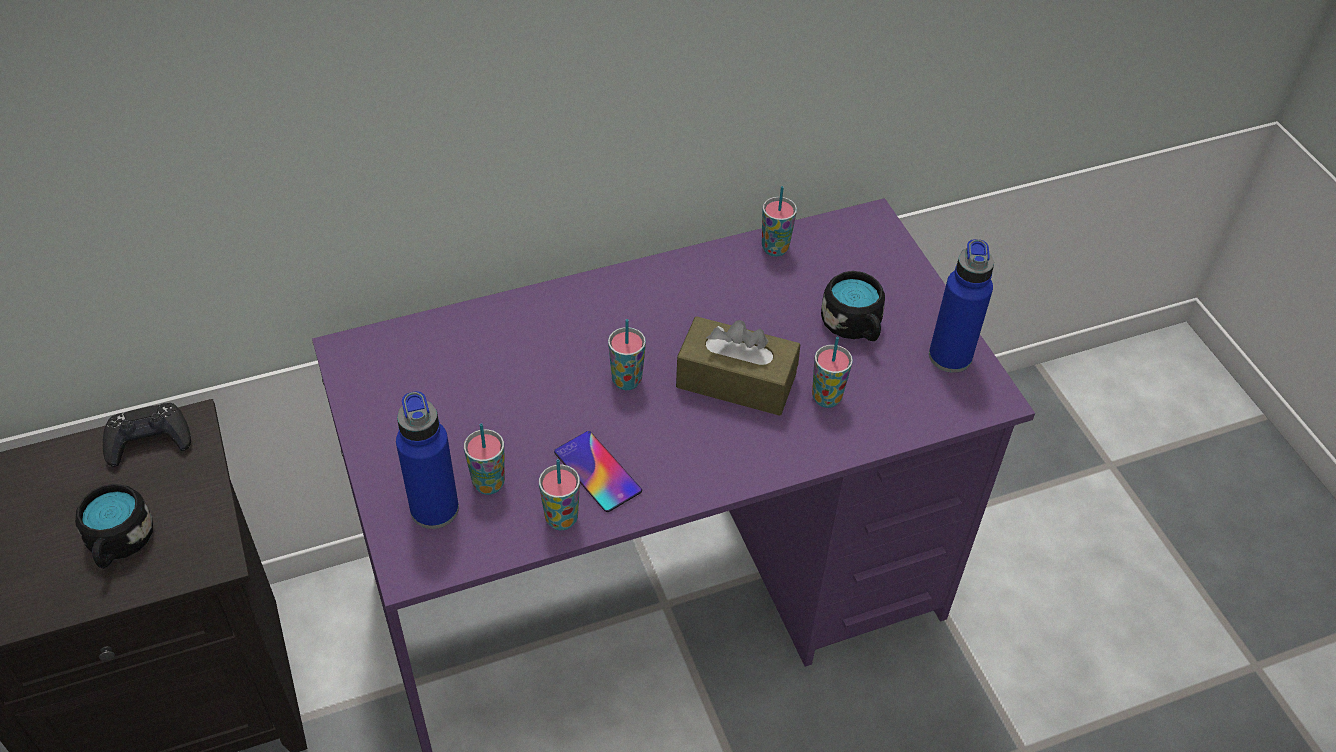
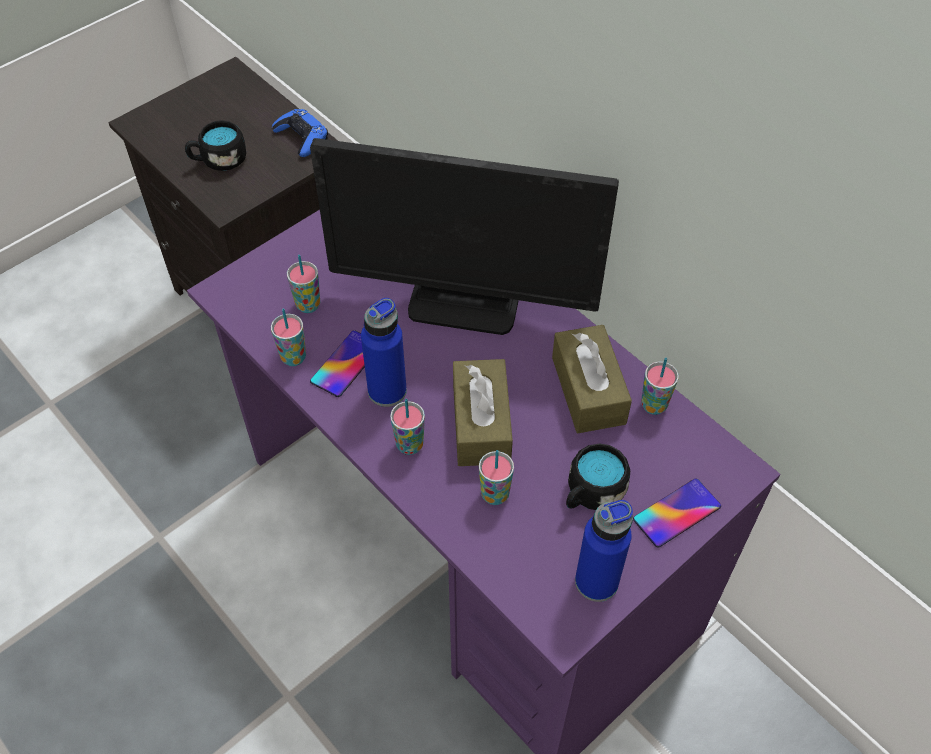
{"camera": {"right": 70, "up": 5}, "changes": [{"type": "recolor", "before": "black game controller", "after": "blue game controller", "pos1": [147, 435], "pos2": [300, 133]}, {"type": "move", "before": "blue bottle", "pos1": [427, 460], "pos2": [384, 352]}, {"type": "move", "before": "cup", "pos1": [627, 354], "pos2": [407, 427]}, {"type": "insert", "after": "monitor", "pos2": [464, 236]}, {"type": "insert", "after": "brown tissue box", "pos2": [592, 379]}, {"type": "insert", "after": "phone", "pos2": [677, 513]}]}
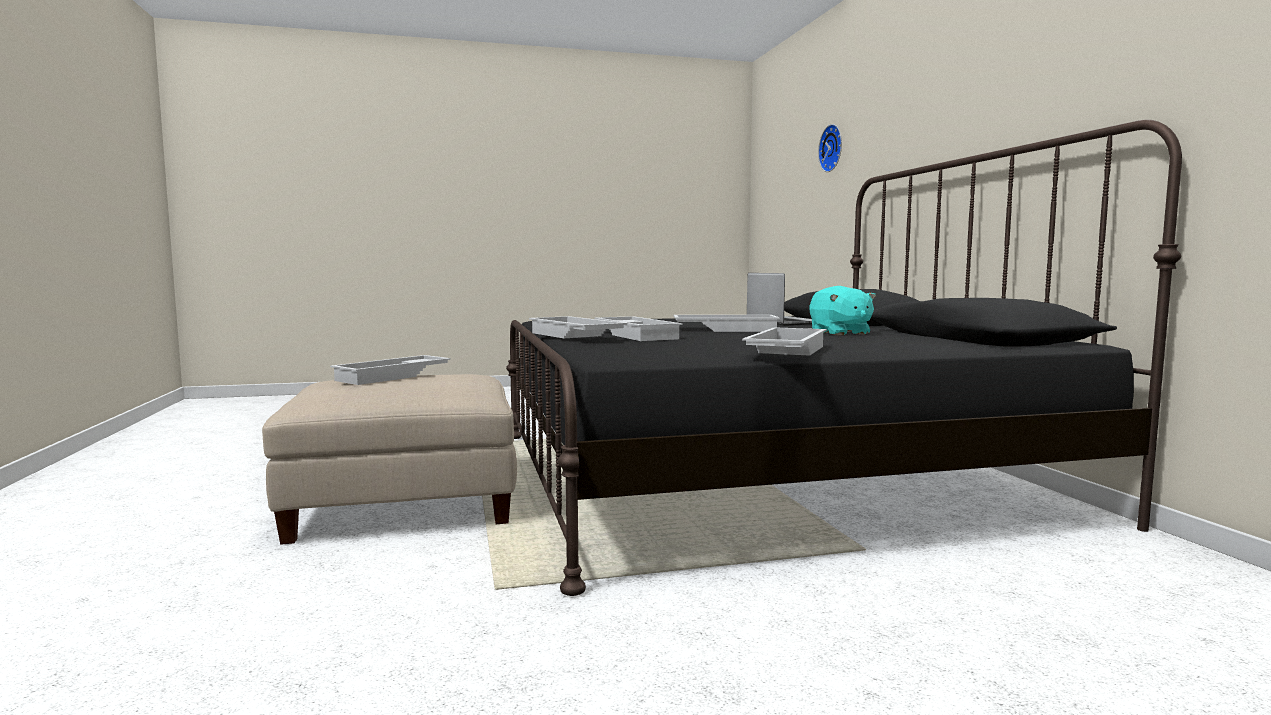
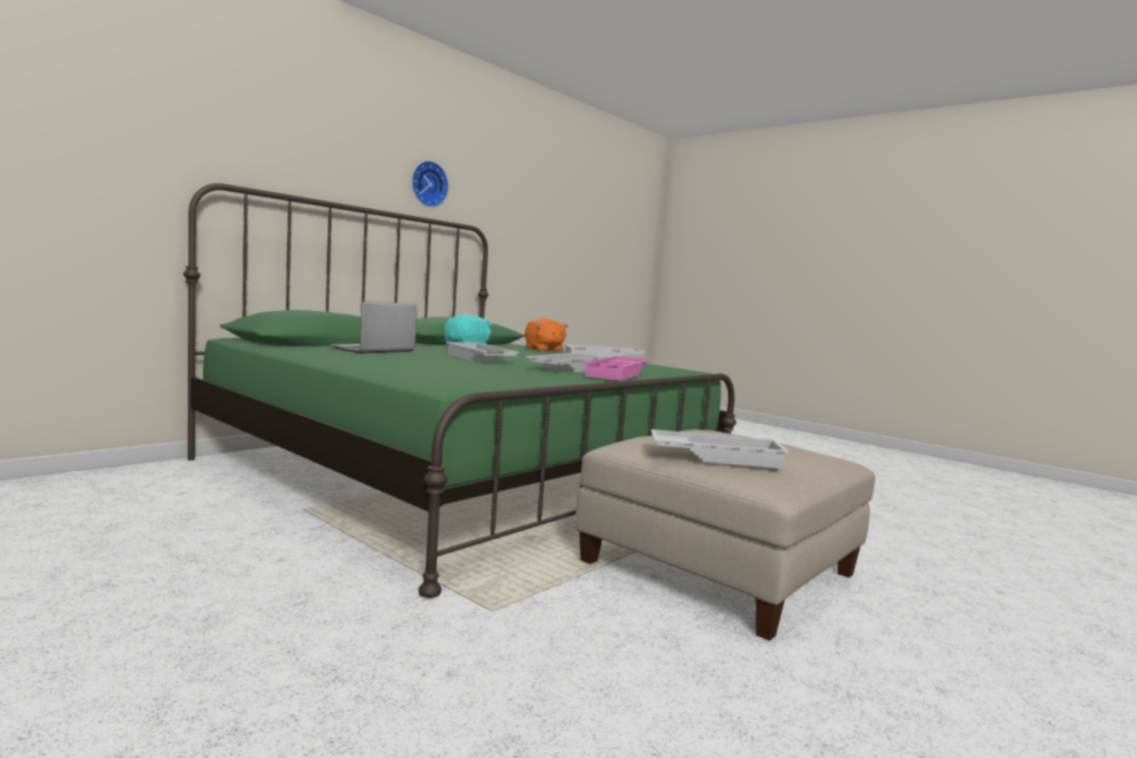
{"camera": {"right": -125, "up": 0}, "changes": [{"type": "recolor", "before": "black bed", "after": "green bed", "pos1": [844, 358], "pos2": [459, 390]}, {"type": "recolor", "before": "white tray", "after": "pink tray", "pos1": [578, 327], "pos2": [617, 368]}, {"type": "move", "before": "wall clock", "pos1": [830, 148], "pos2": [430, 184]}, {"type": "insert", "after": "orange plush toy", "pos2": [546, 335]}]}
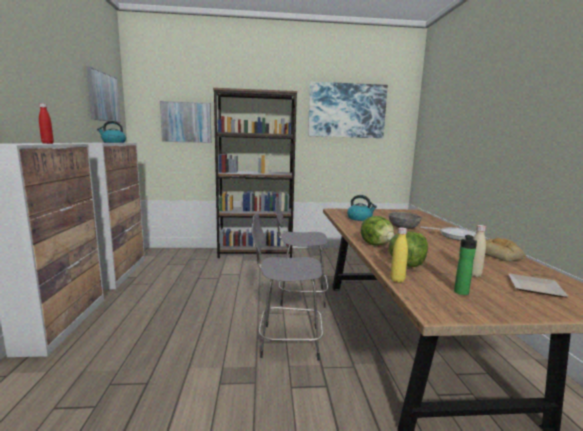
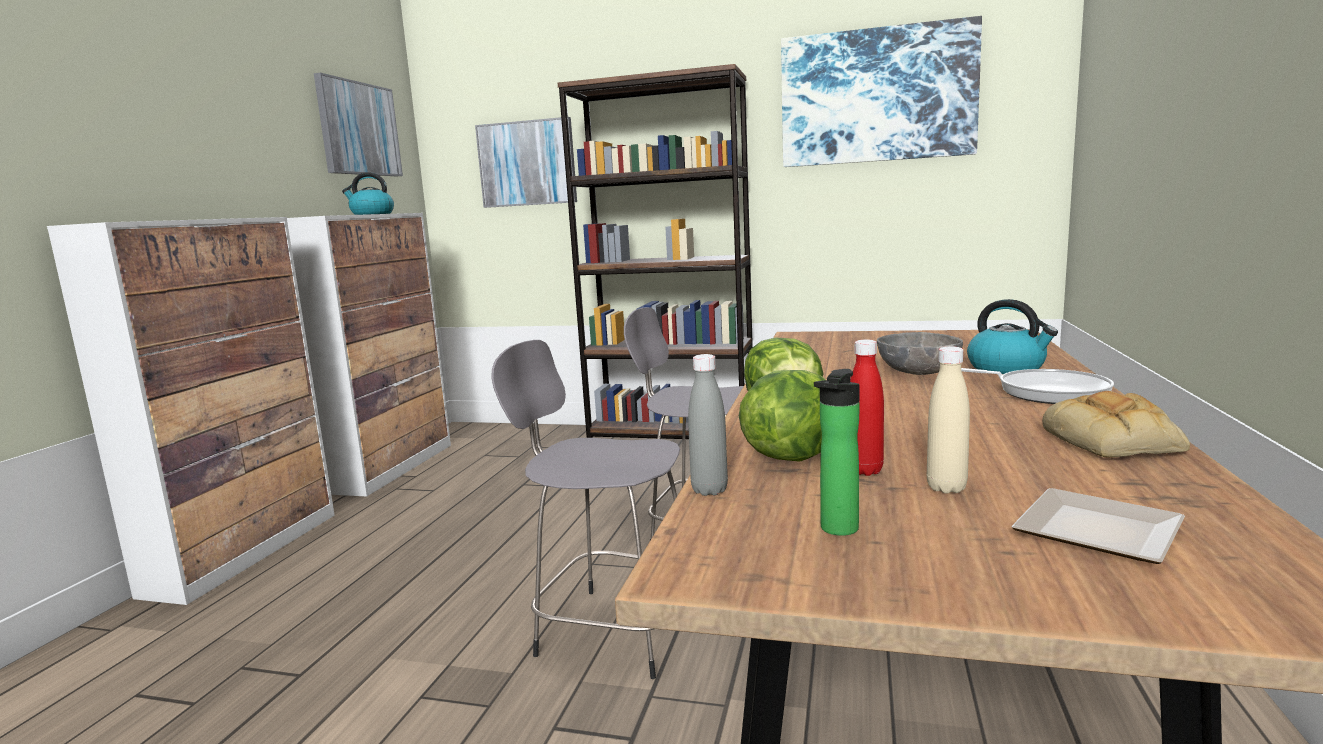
{"camera": {"right": 20, "up": 0}, "changes": [{"type": "move", "before": "red bottle", "pos1": [46, 123], "pos2": [867, 407]}, {"type": "move", "before": "kettle", "pos1": [362, 208], "pos2": [1012, 336]}, {"type": "recolor", "before": "yellow bottle", "after": "grey bottle", "pos1": [399, 255], "pos2": [708, 425]}]}
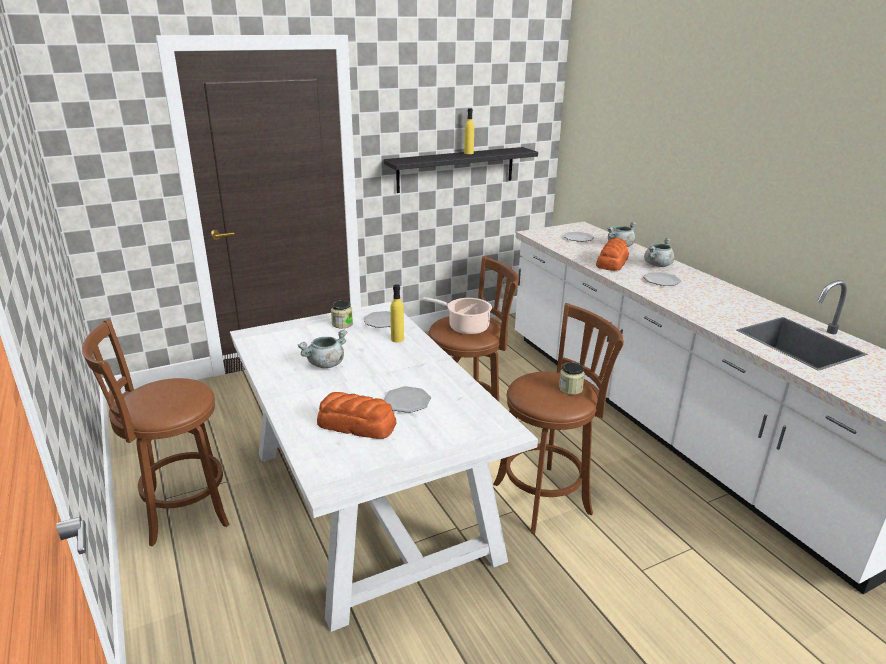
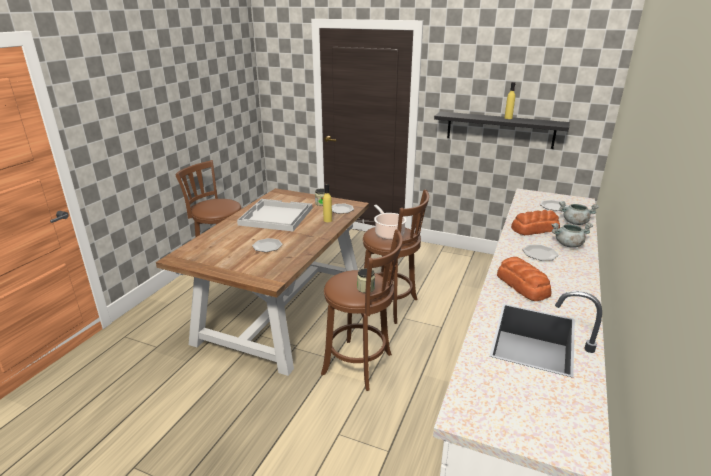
{"camera": {"right": 50, "up": 0}, "changes": [{"type": "recolor", "before": "white dining table", "after": "brown dining table", "pos1": [384, 467], "pos2": [262, 282]}, {"type": "replace", "before": "grey cooking pot", "after": "white tray", "pos1": [323, 349], "pos2": [274, 215]}, {"type": "move", "before": "bread", "pos1": [357, 415], "pos2": [524, 279]}]}
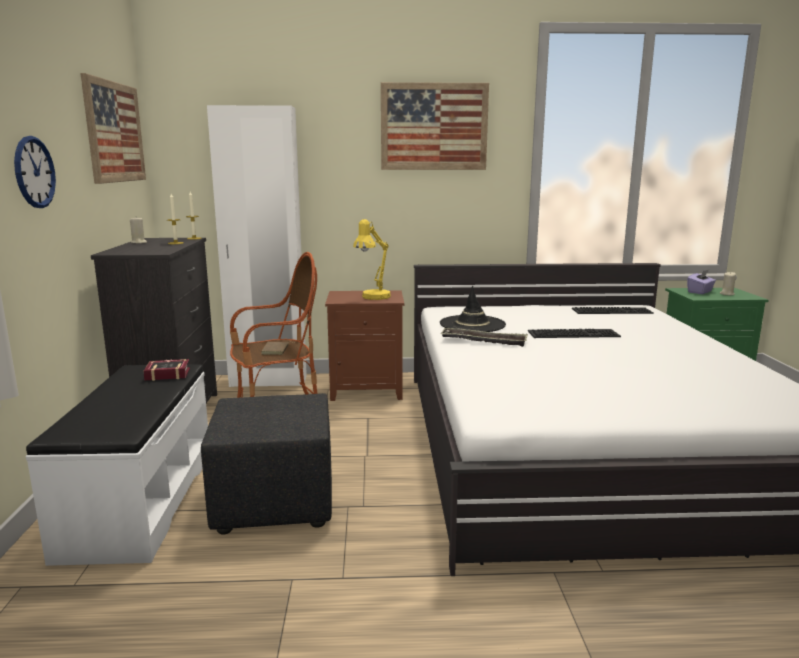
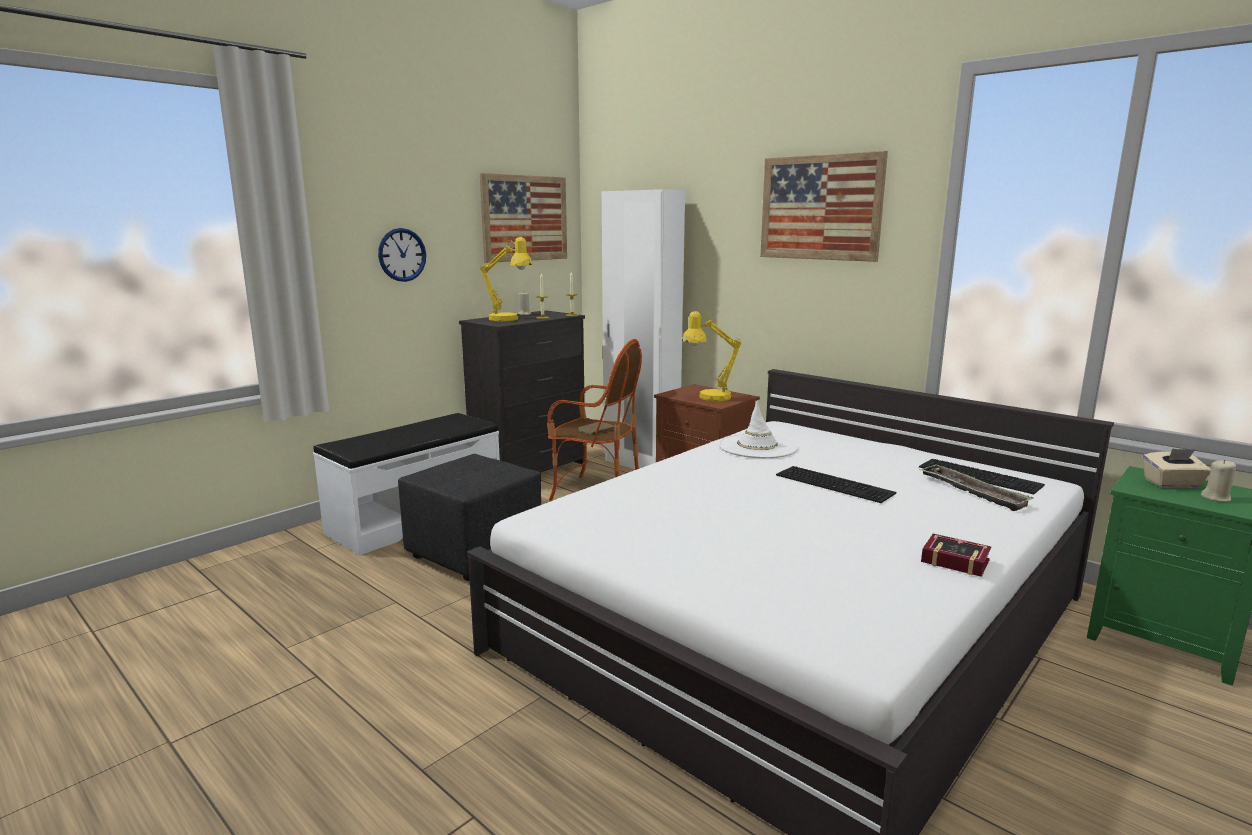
{"camera": {"right": 45, "up": 0}, "changes": [{"type": "move", "before": "book", "pos1": [166, 370], "pos2": [956, 555]}, {"type": "recolor", "before": "black hat", "after": "white hat", "pos1": [473, 308], "pos2": [758, 429]}, {"type": "move", "before": "tray", "pos1": [484, 337], "pos2": [977, 487]}, {"type": "recolor", "before": "purple tissue box", "after": "beige tissue box", "pos1": [701, 282], "pos2": [1177, 468]}, {"type": "insert", "after": "yellow table lamp", "pos2": [506, 279]}]}
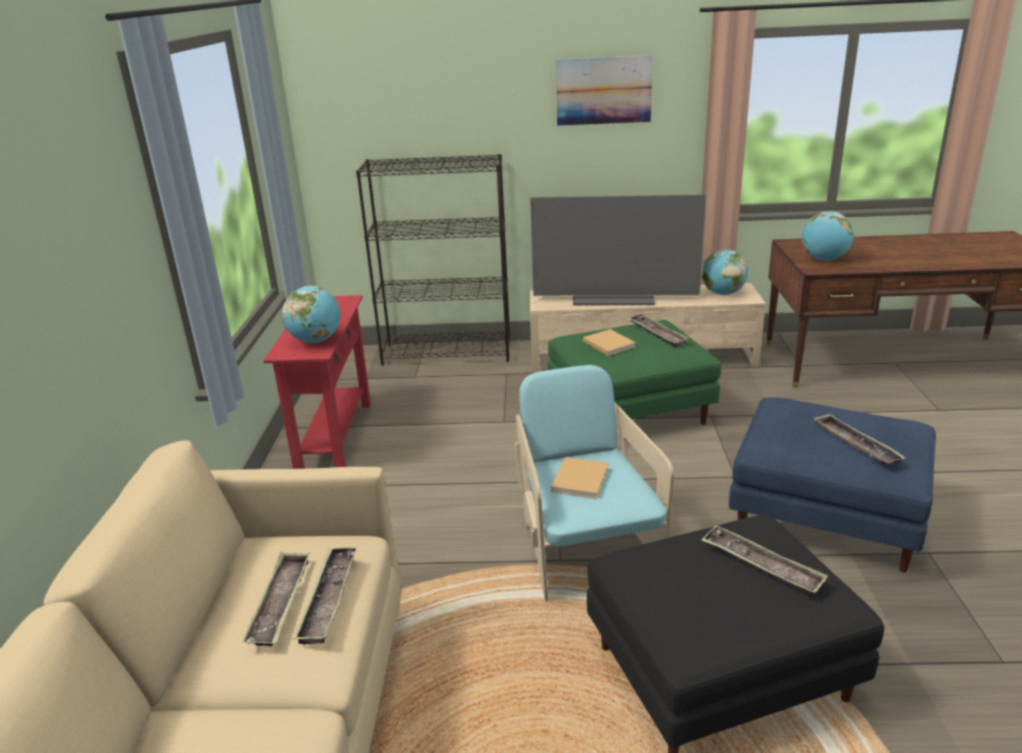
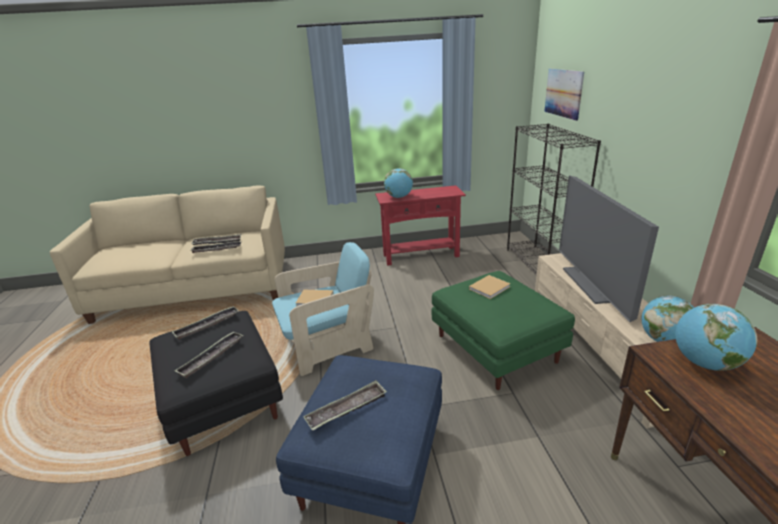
{"camera": {"right": 80, "up": 0}, "changes": [{"type": "move", "before": "picture", "pos1": [604, 90], "pos2": [564, 95]}, {"type": "move", "before": "tray", "pos1": [658, 330], "pos2": [205, 323]}]}
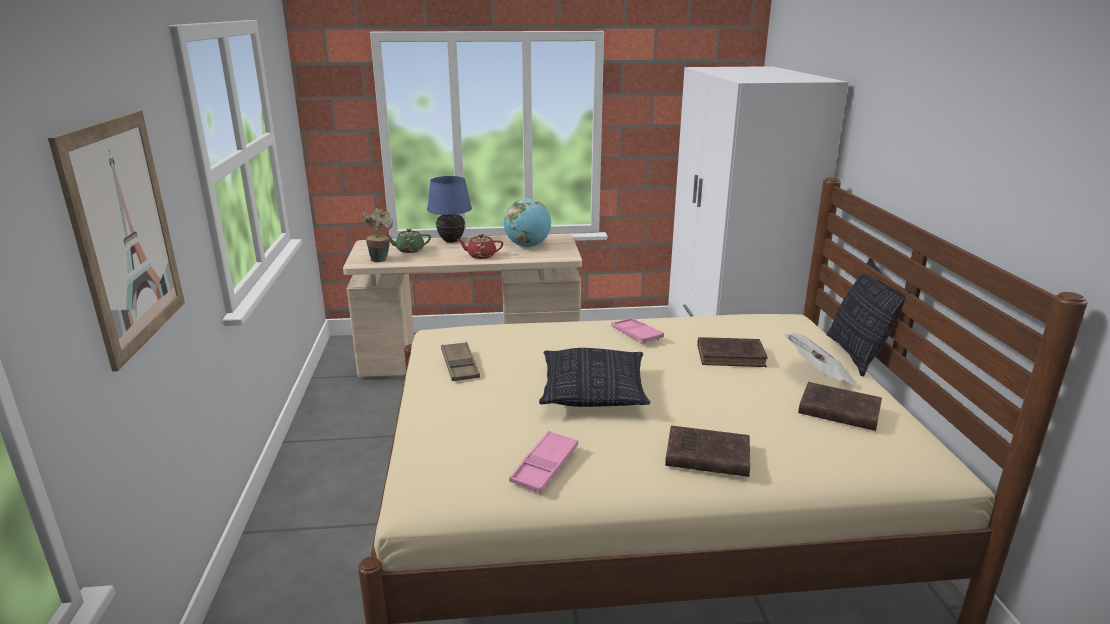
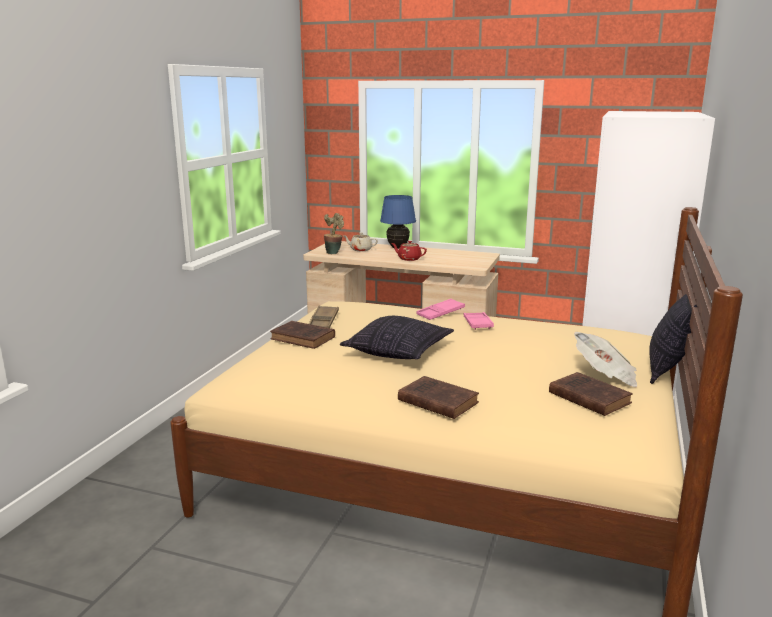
{"camera": {"right": 25, "up": -5}, "changes": [{"type": "delete", "before": "picture", "pos1": [116, 240]}, {"type": "recolor", "before": "green teapot", "after": "beige teapot", "pos1": [408, 241], "pos2": [360, 241]}, {"type": "delete", "before": "globe", "pos1": [527, 223]}, {"type": "move", "before": "pink tray", "pos1": [543, 461], "pos2": [440, 309]}, {"type": "move", "before": "brown book", "pos1": [732, 352], "pos2": [302, 335]}]}
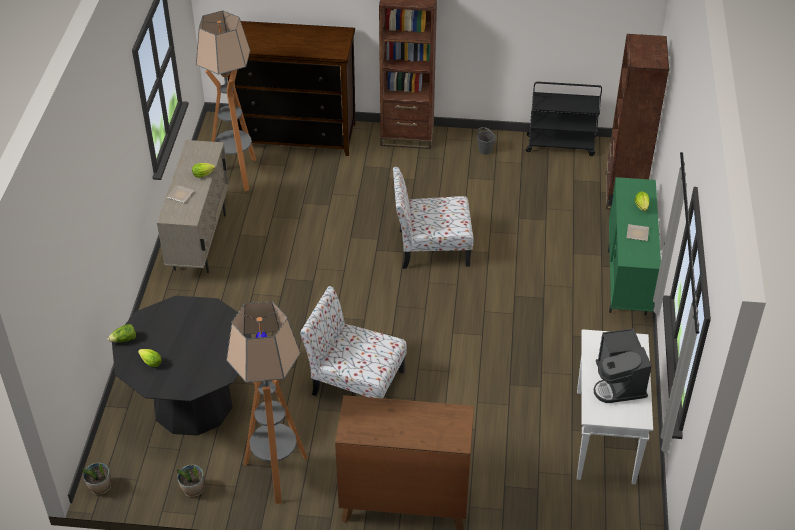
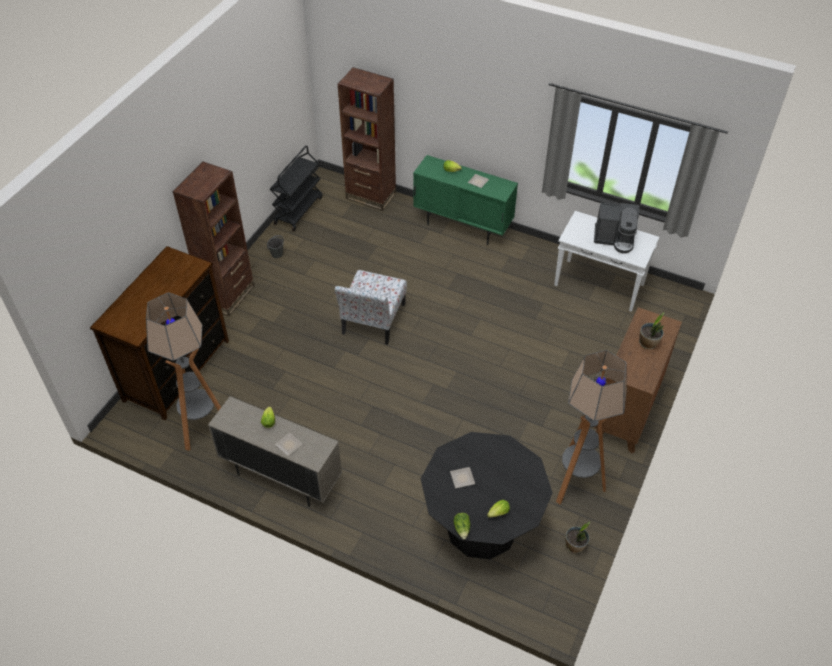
{"camera": {"right": -70, "up": 5}, "changes": [{"type": "move", "before": "potted plant", "pos1": [96, 479], "pos2": [651, 331]}, {"type": "delete", "before": "chair", "pos1": [353, 342]}, {"type": "insert", "after": "plate", "pos2": [462, 477]}]}
